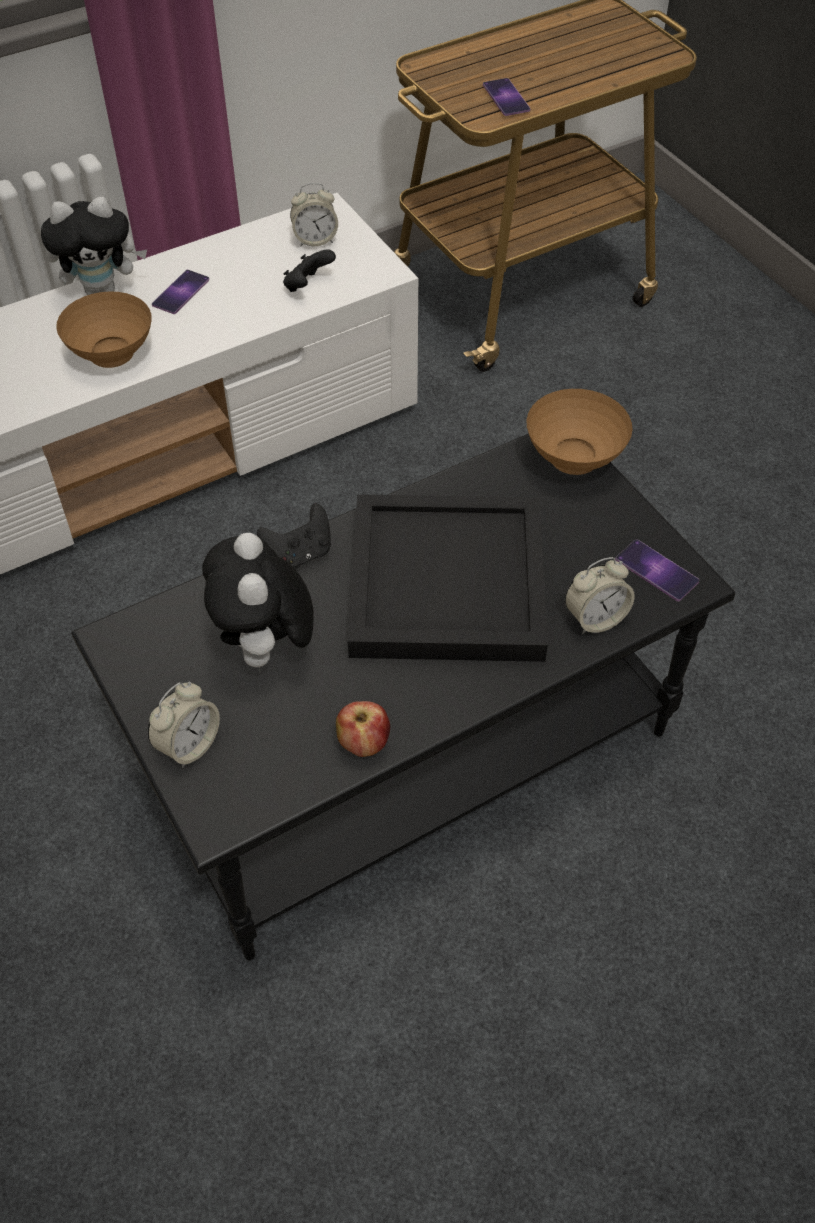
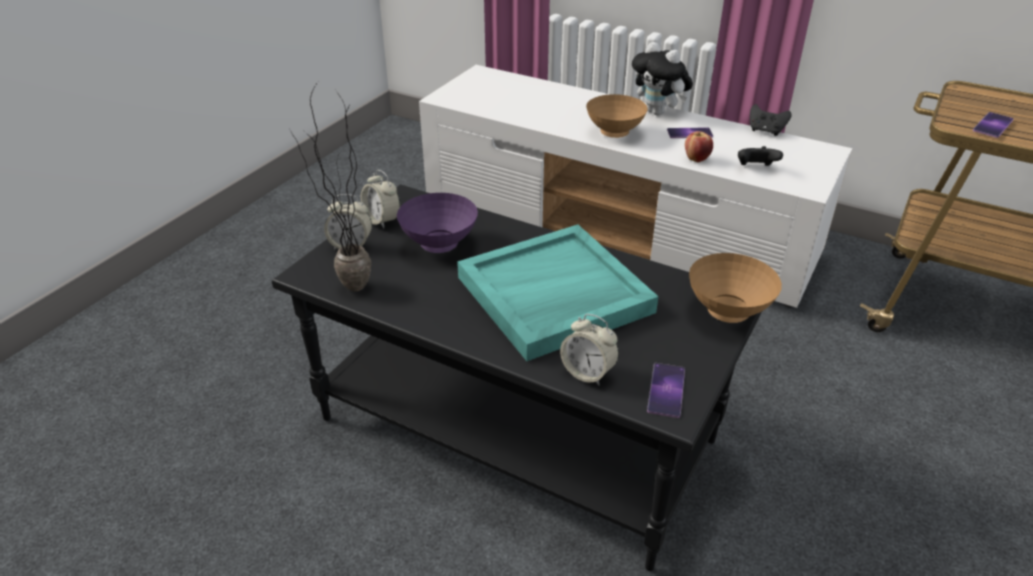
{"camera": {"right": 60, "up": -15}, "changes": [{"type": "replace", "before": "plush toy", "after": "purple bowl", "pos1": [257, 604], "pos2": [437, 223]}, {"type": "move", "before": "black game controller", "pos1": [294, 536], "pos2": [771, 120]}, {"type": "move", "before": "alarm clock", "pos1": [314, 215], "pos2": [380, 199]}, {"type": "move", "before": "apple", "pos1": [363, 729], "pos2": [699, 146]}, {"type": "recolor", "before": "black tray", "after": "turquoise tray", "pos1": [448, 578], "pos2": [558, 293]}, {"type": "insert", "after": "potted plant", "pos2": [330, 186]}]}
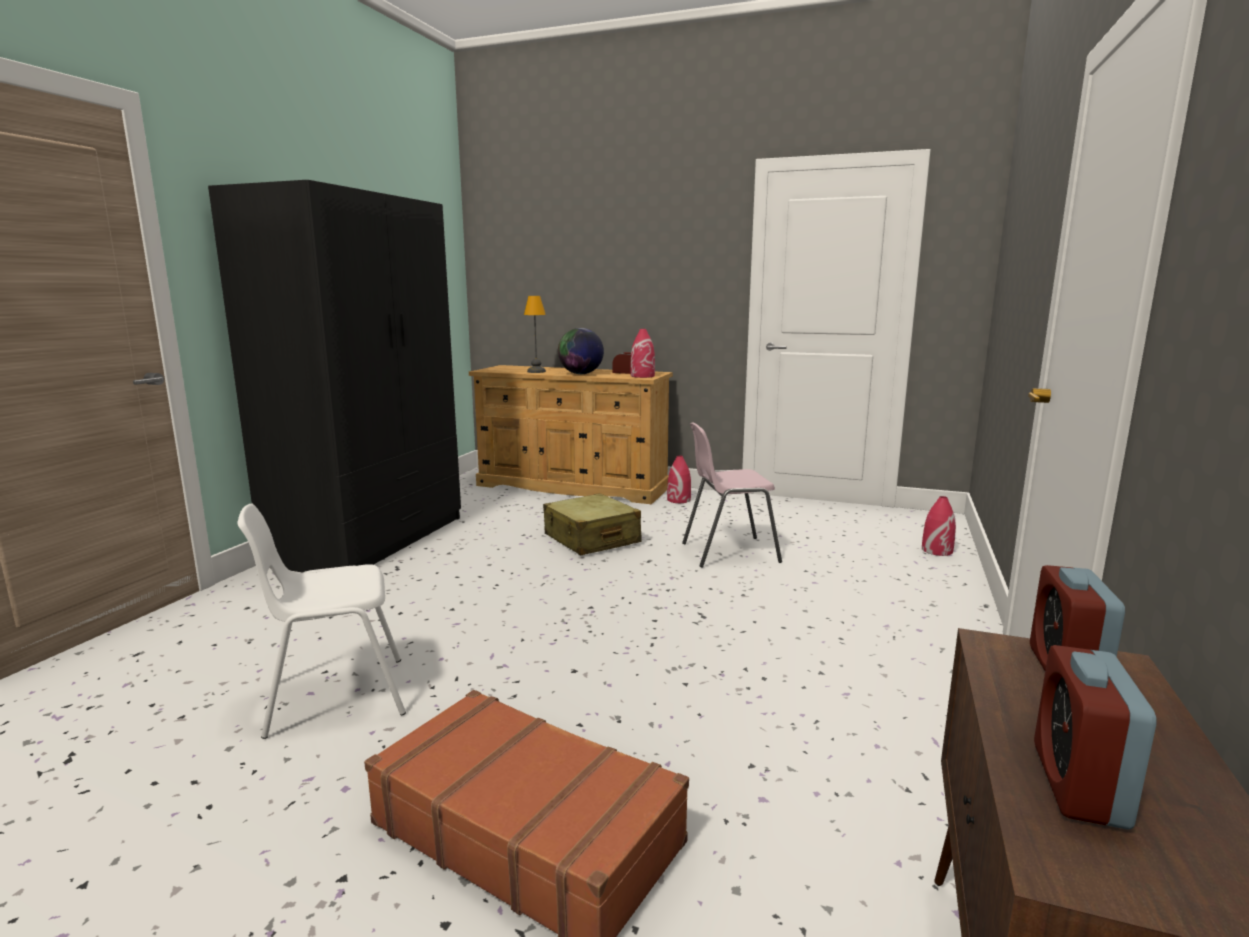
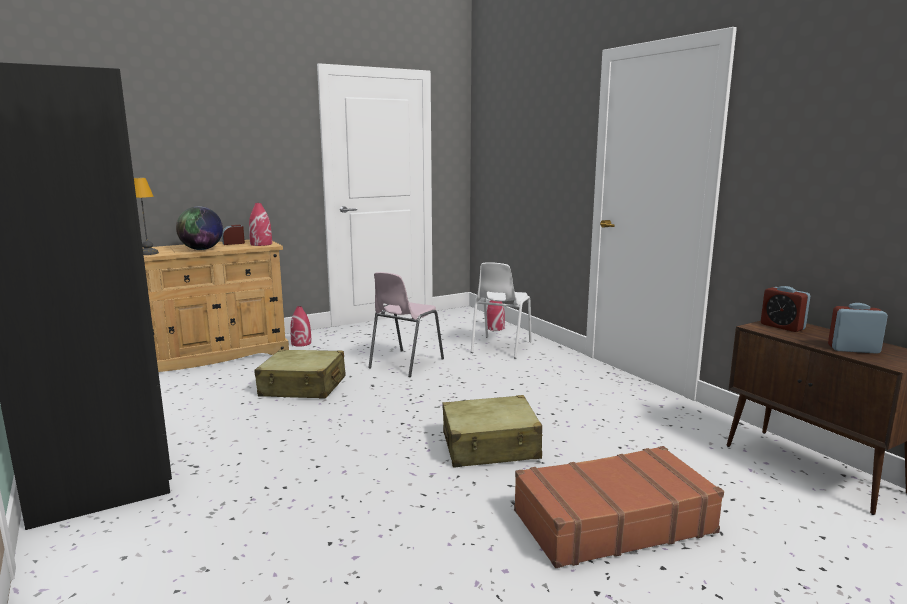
{"camera": {"right": -50, "up": 0}, "changes": [{"type": "move", "before": "white chair", "pos1": [321, 621], "pos2": [501, 310]}, {"type": "rotate", "before": "alarm clock", "pos1": [1095, 737], "pos2": [858, 328], "turn": 135}, {"type": "insert", "after": "beige suitcase", "pos2": [493, 431]}]}
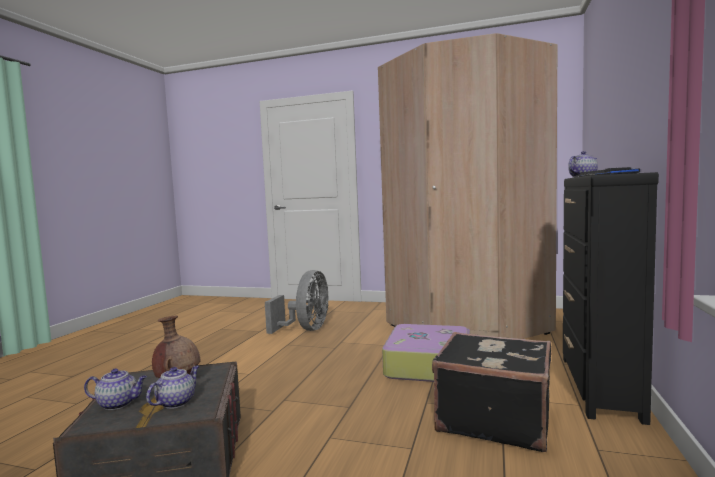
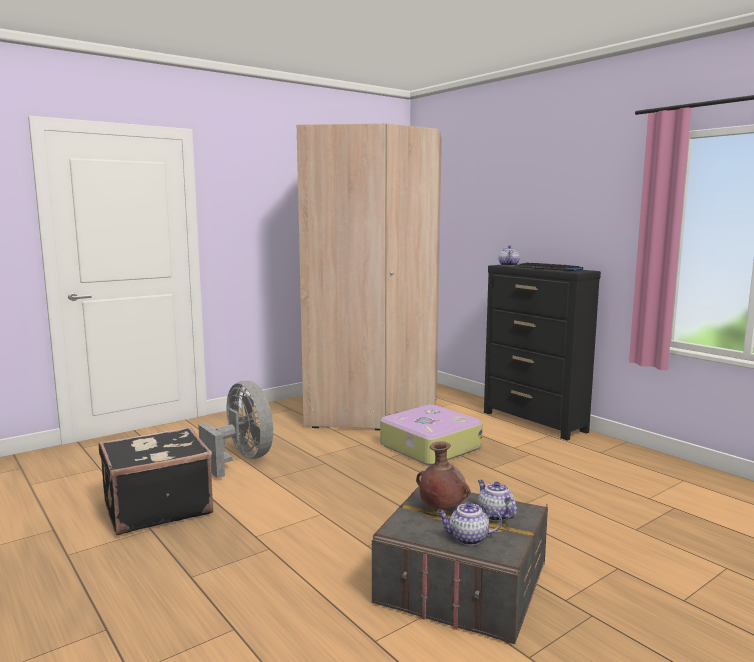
{"camera": {"right": -55, "up": 5}, "changes": [{"type": "rotate", "before": "teapot", "pos1": [115, 389], "pos2": [469, 523], "turn": -120}, {"type": "move", "before": "black suitcase", "pos1": [491, 392], "pos2": [156, 481]}]}
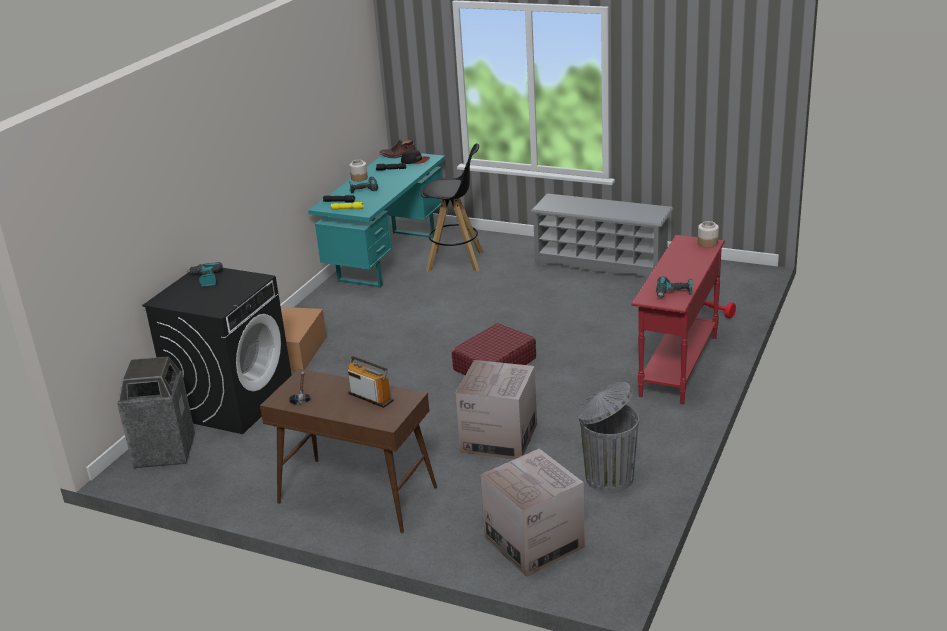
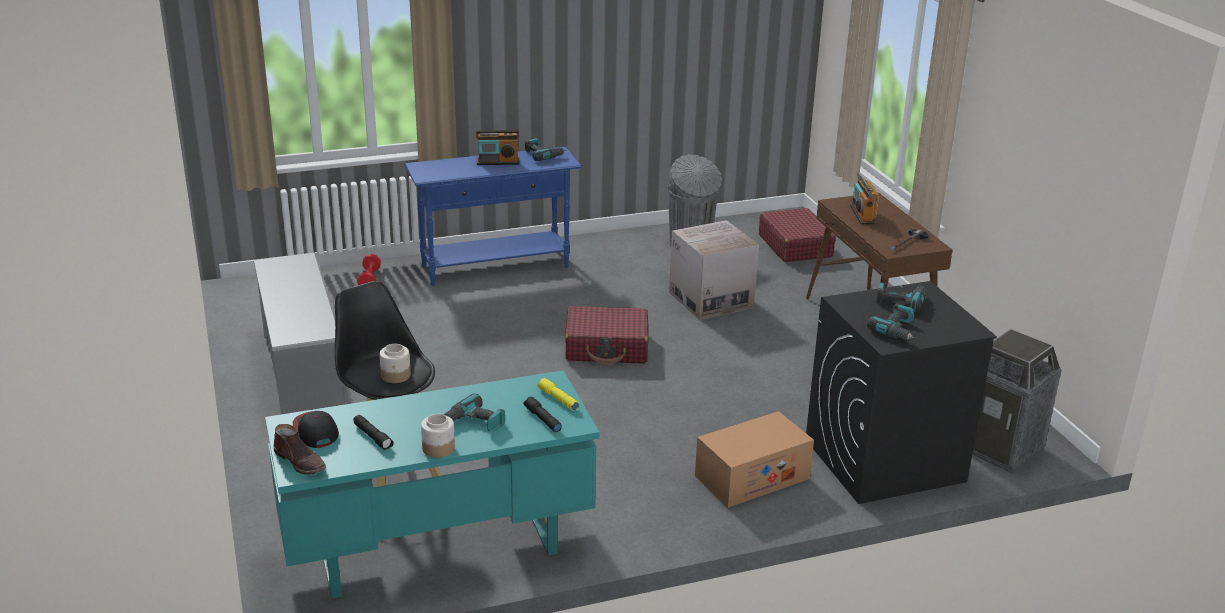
{"camera": {"right": -135, "up": 0}, "changes": [{"type": "replace", "before": "cardboard box", "after": "red suitcase", "pos1": [532, 512], "pos2": [797, 235]}, {"type": "recolor", "before": "red console table", "after": "blue console table", "pos1": [678, 320], "pos2": [493, 216]}, {"type": "move", "before": "jar", "pos1": [708, 234], "pos2": [395, 363]}, {"type": "insert", "after": "radio", "pos2": [498, 147]}, {"type": "insert", "after": "power drill", "pos2": [901, 297]}]}
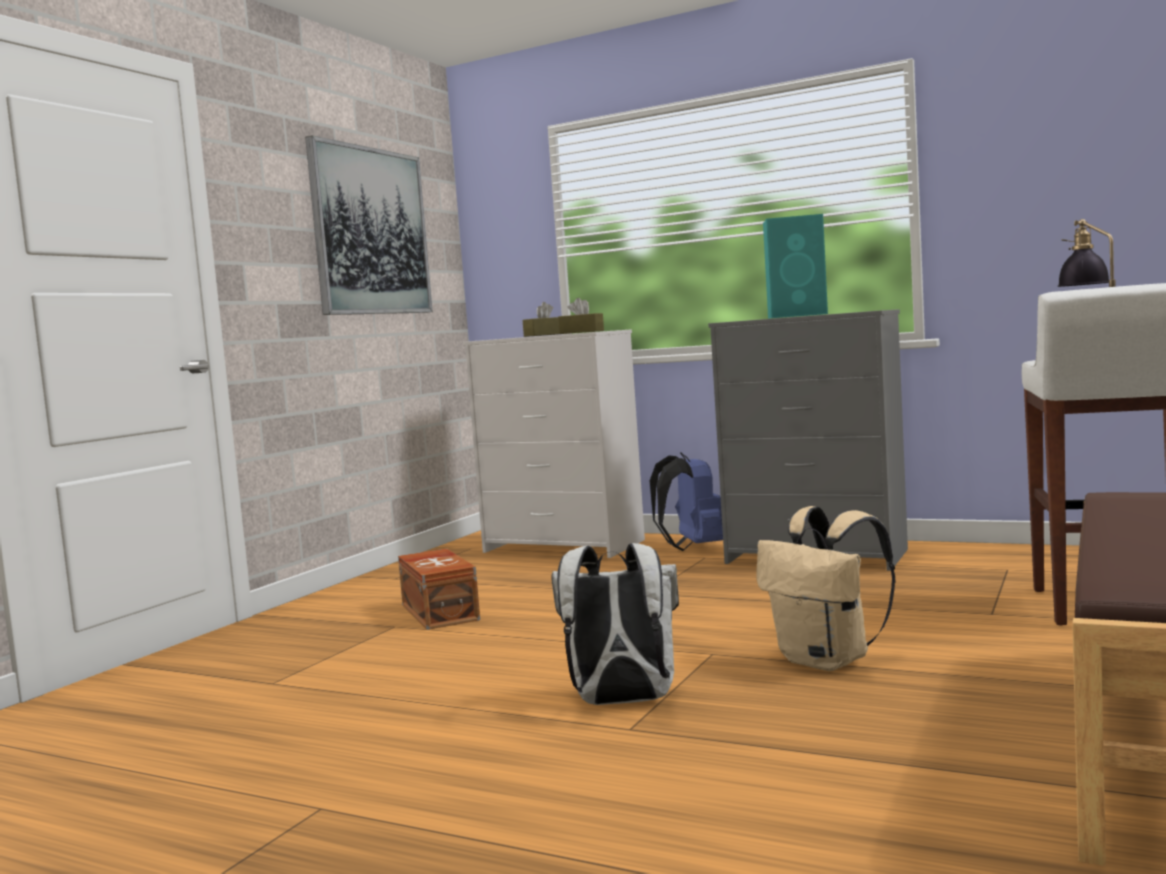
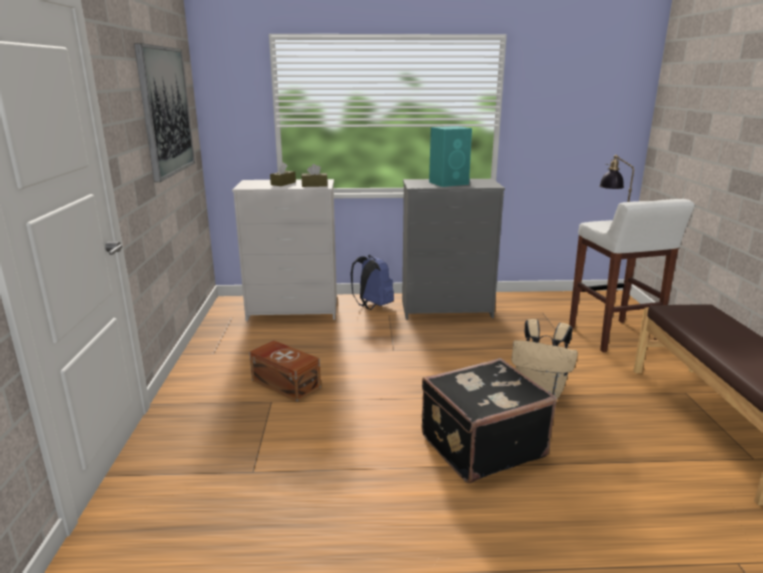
{"camera": {"right": -30, "up": 15}, "changes": [{"type": "replace", "before": "white backpack", "after": "black suitcase", "pos1": [615, 624], "pos2": [489, 420]}]}
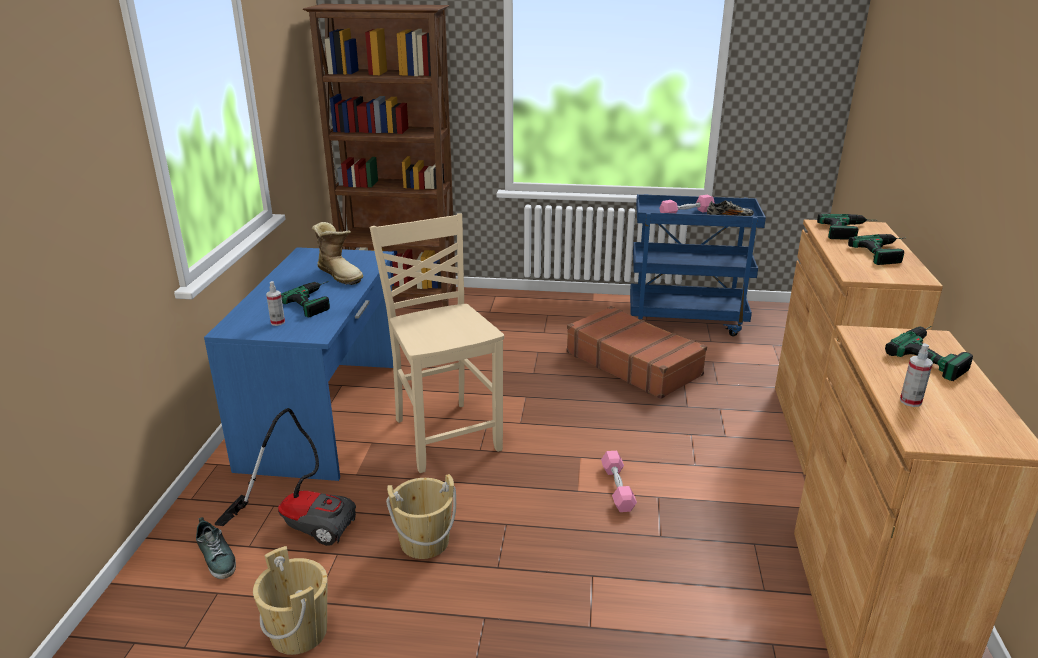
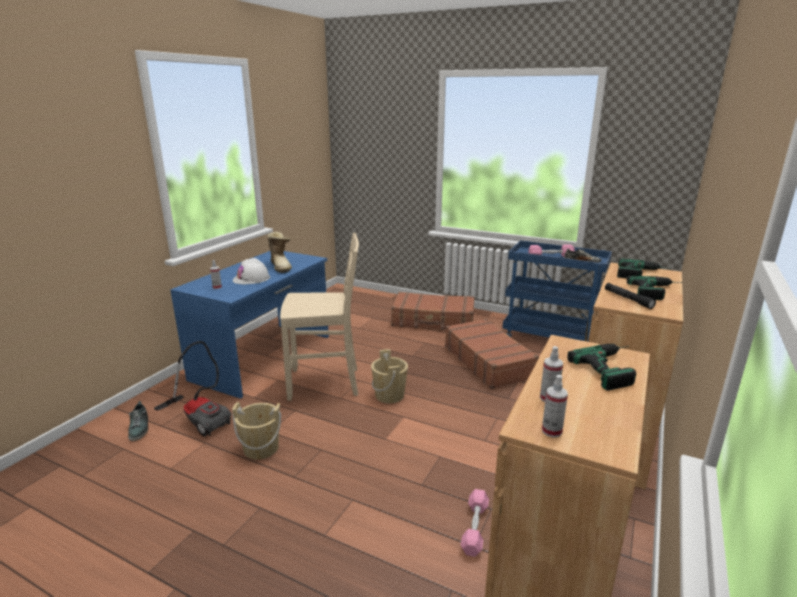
{"camera": {"right": 20, "up": -5}, "changes": [{"type": "move", "before": "beige bucket", "pos1": [290, 600], "pos2": [389, 376]}, {"type": "replace", "before": "power drill", "after": "white hard hat", "pos1": [305, 299], "pos2": [251, 271]}, {"type": "delete", "before": "brown bookcase", "pos1": [379, 155]}, {"type": "rotate", "before": "beige chair", "pos1": [437, 343], "pos2": [319, 317], "turn": 90}, {"type": "move", "before": "pink dumbbell", "pos1": [619, 481], "pos2": [475, 523]}, {"type": "insert", "after": "brown suitcase", "pos2": [433, 311]}, {"type": "insert", "after": "spray bottle", "pos2": [555, 406]}, {"type": "insert", "after": "black flashlight", "pos2": [630, 296]}]}
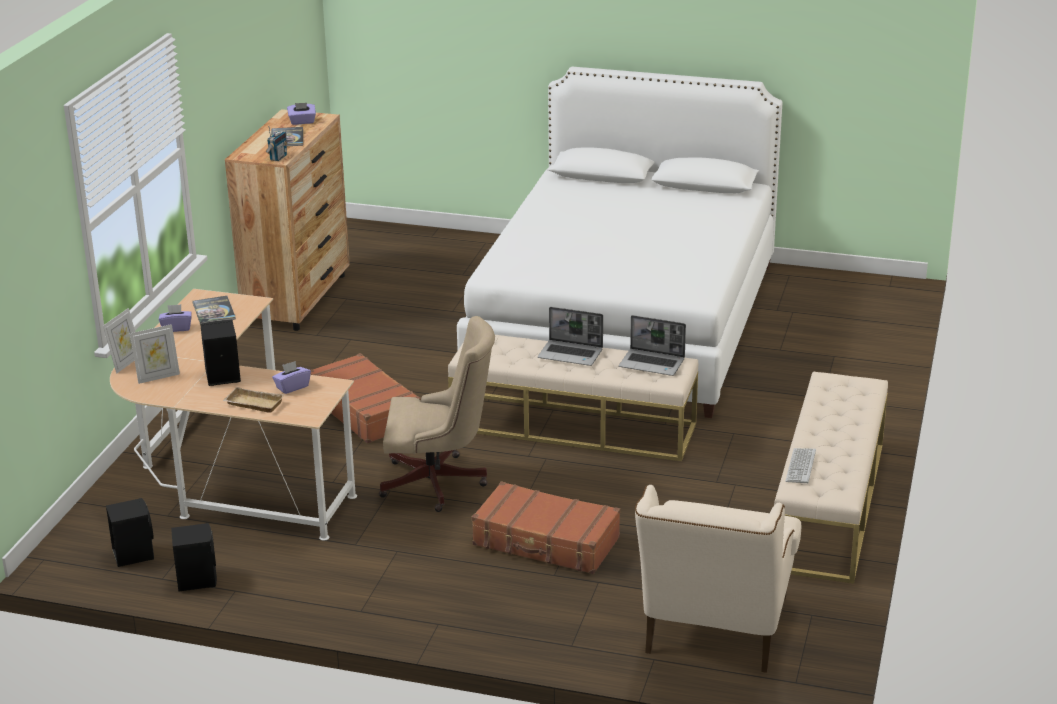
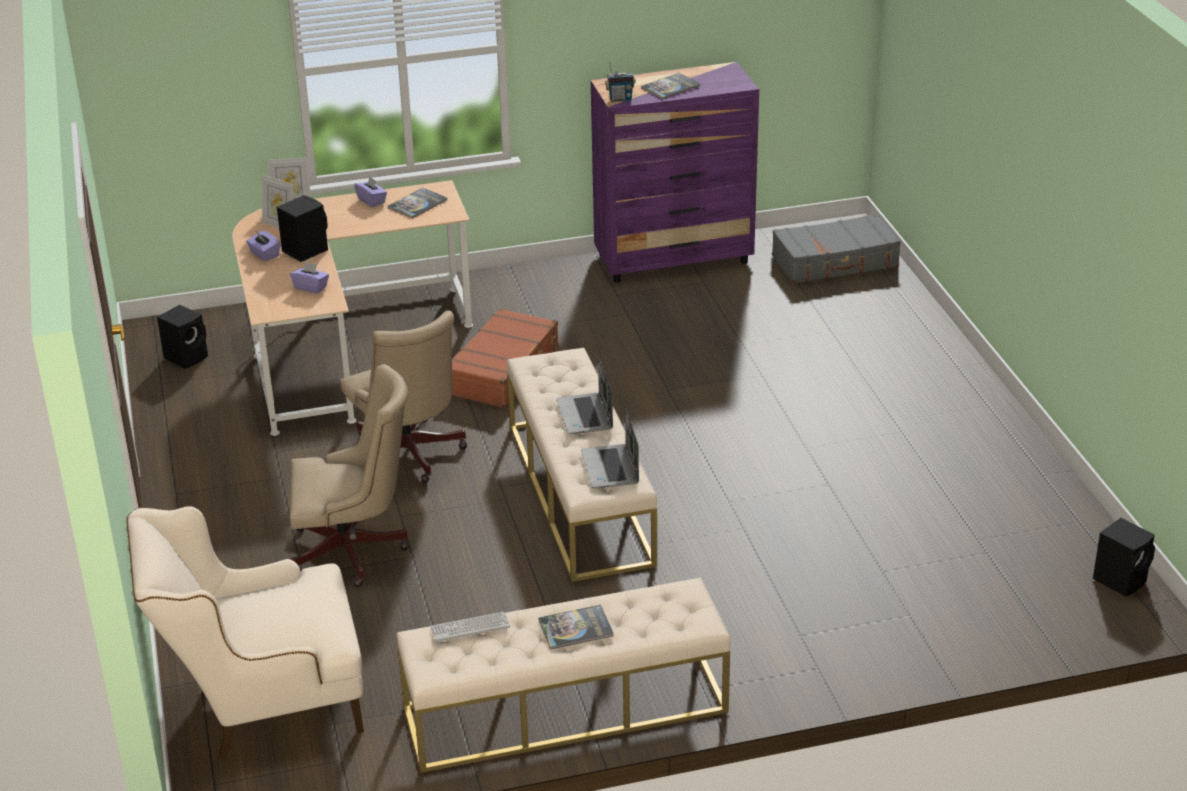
{"camera": {"right": 60, "up": 5}, "changes": [{"type": "move", "before": "black speaker", "pos1": [194, 557], "pos2": [1124, 557]}, {"type": "delete", "before": "beige tray", "pos1": [253, 400]}, {"type": "recolor", "before": "brown dresser", "after": "purple dresser", "pos1": [287, 220], "pos2": [675, 172]}, {"type": "move", "before": "purple tissue box", "pos1": [301, 114], "pos2": [263, 246]}, {"type": "delete", "before": "white bed", "pos1": [620, 242]}, {"type": "replace", "before": "brown suitcase", "after": "beige office chair", "pos1": [546, 527], "pos2": [349, 475]}, {"type": "insert", "after": "book", "pos2": [576, 627]}, {"type": "insert", "after": "grey suitcase", "pos2": [836, 249]}]}
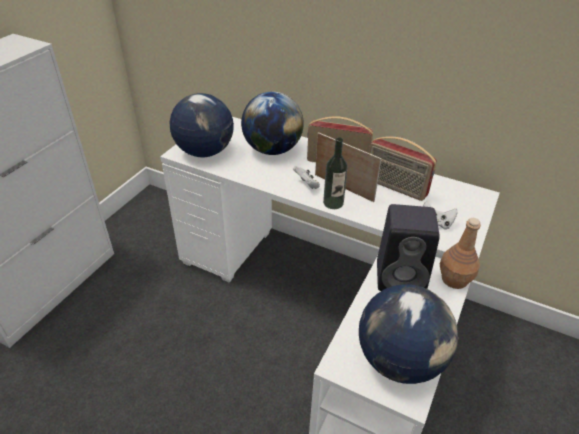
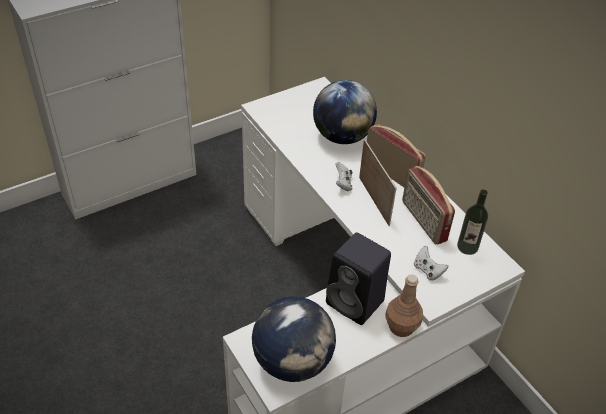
{"camera": {"right": 30, "up": 5}, "changes": [{"type": "delete", "before": "globe", "pos1": [202, 125]}, {"type": "move", "before": "bottle", "pos1": [335, 173], "pos2": [472, 222]}]}
